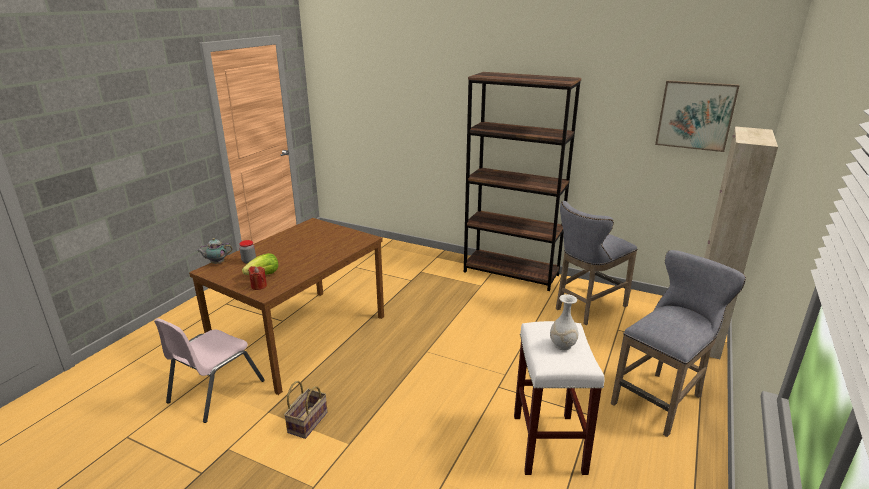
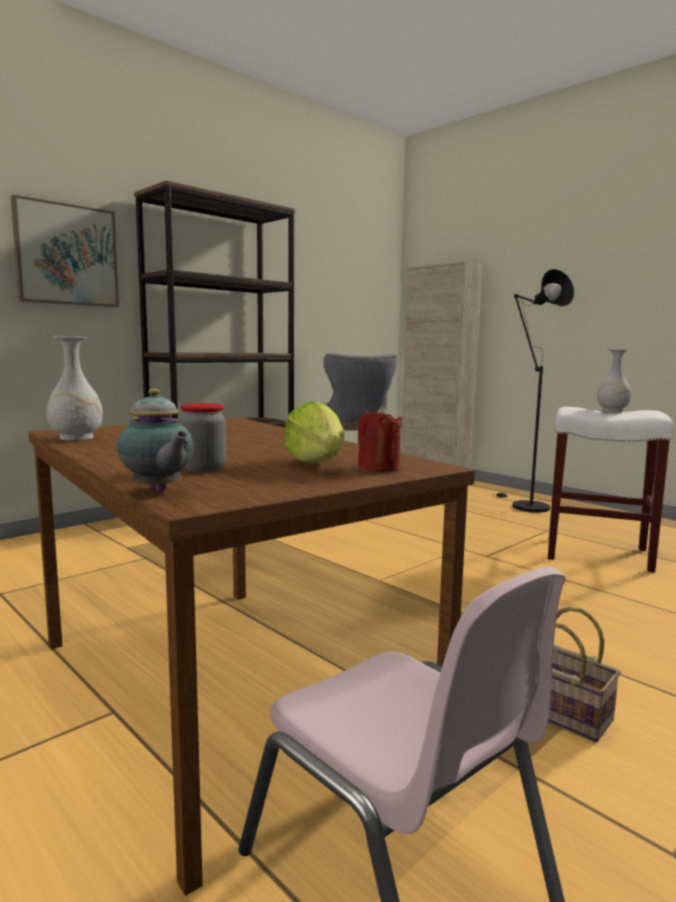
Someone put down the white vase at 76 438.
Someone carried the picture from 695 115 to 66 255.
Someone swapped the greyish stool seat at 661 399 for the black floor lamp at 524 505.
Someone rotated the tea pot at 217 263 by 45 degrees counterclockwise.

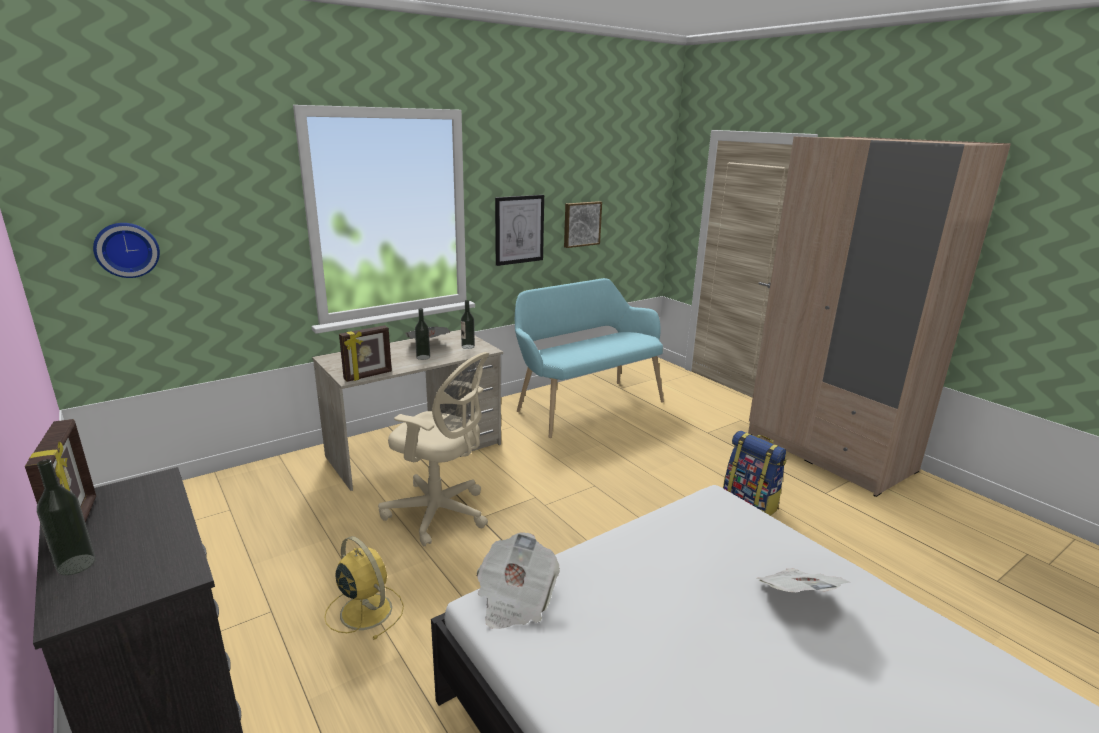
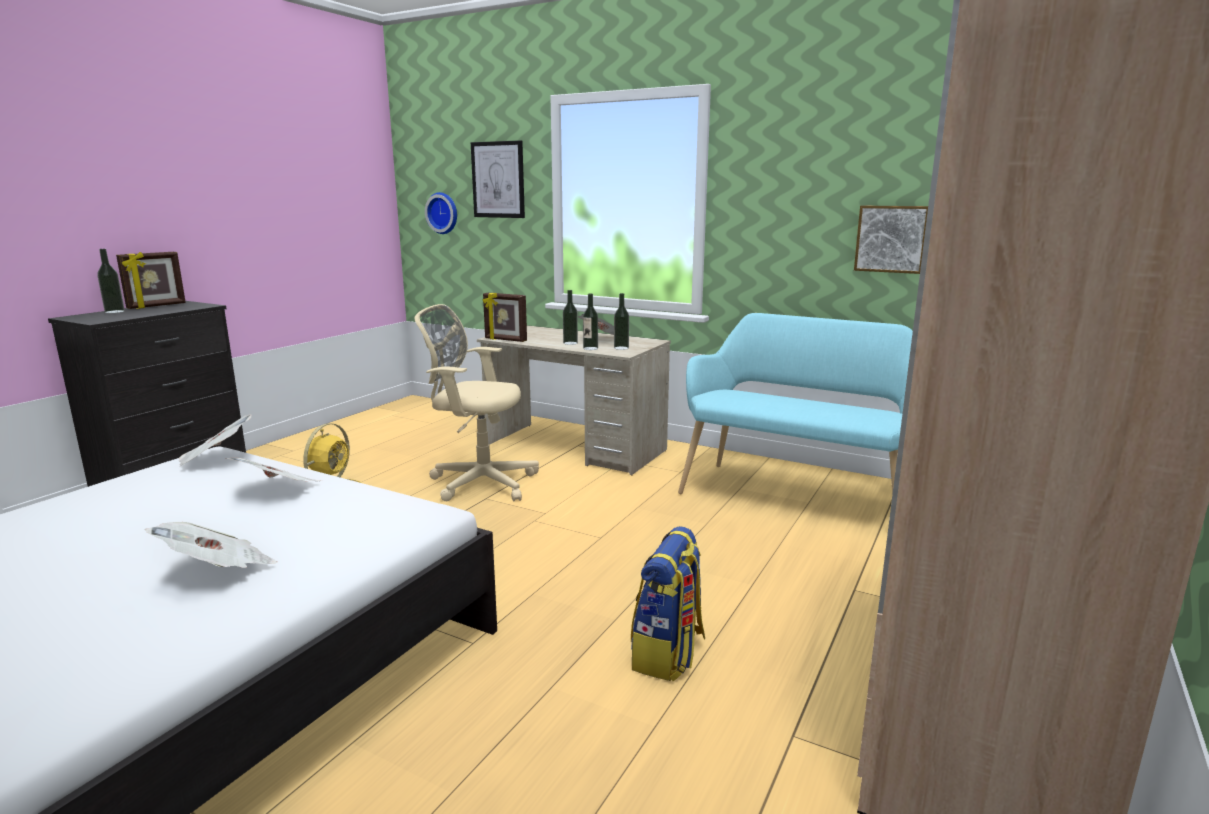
Someone put down the newspaper at 278 490.
Someone put down the bottle at 590 348.
Someone carried the picture from 519 229 to 498 180.
Someone rotated the sand-coloured computer chair at 440 514 by 105 degrees clockwise.

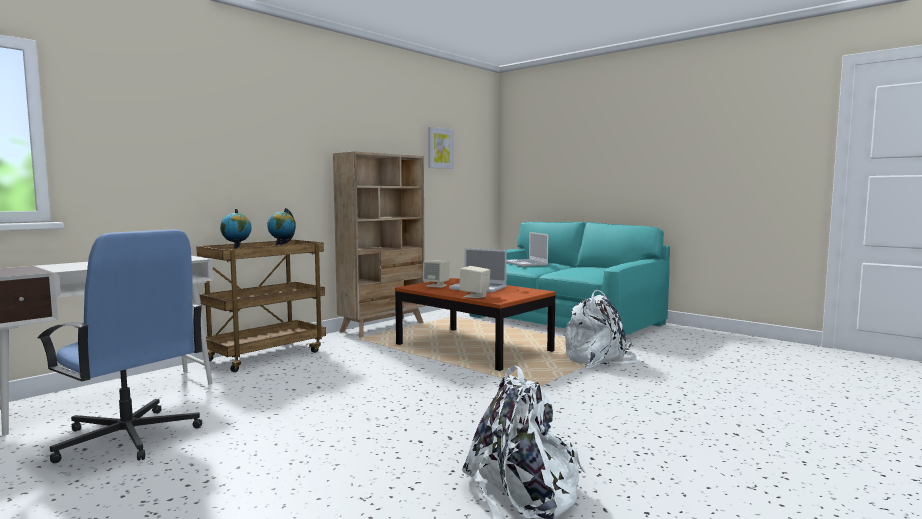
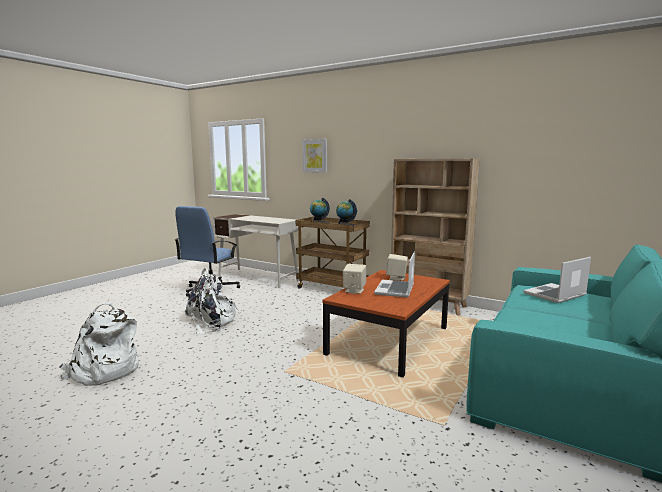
Someone carried the picture from 440 148 to 315 155.
Someone carried the white backpack from 600 359 to 211 322.

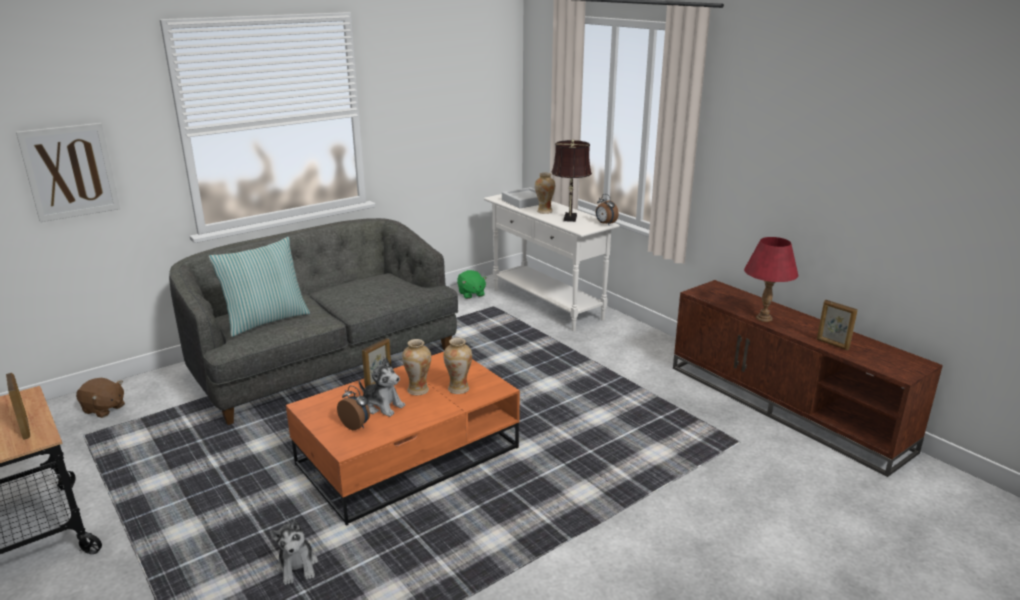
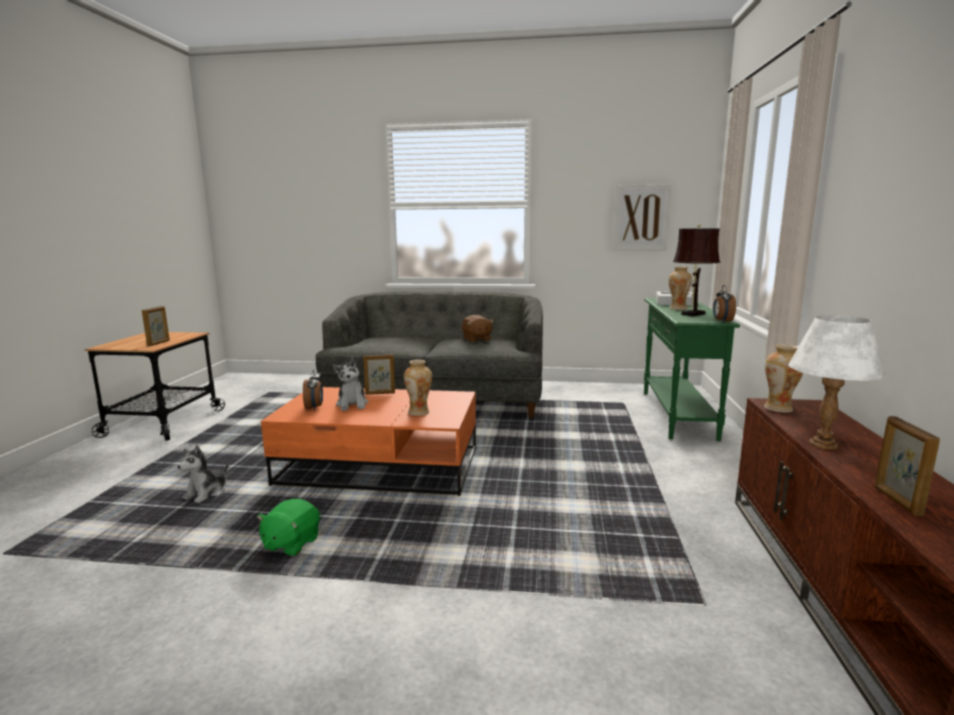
Someone took away the throw pillow at 266 320.
Someone carried the picture from 70 172 to 641 217.
Someone carried the brownish soft toy from 104 409 to 476 340.
Someone carried the vase from 418 390 to 778 408.
Someone carried the green-coloured soft toy from 471 294 to 291 544.
Someone repainted the white hall table at 547 304, which became the green-coloured hall table at 677 414.
Someone repainted the red-coloured tabletop lamp at 764 318, which became the white tabletop lamp at 824 444.

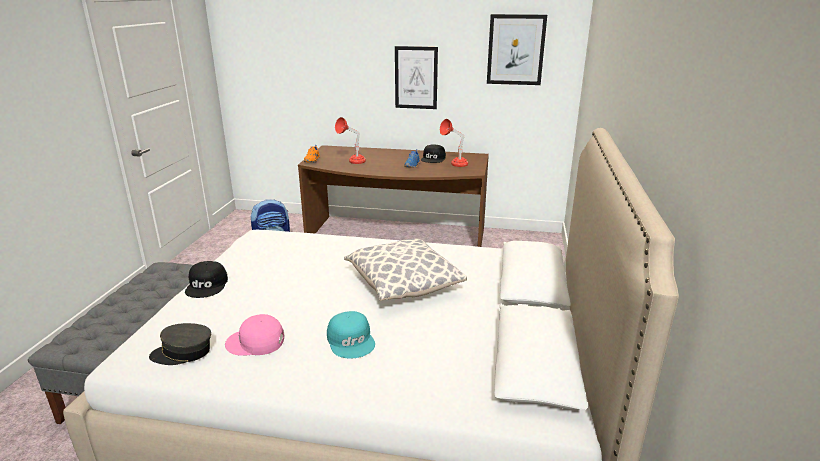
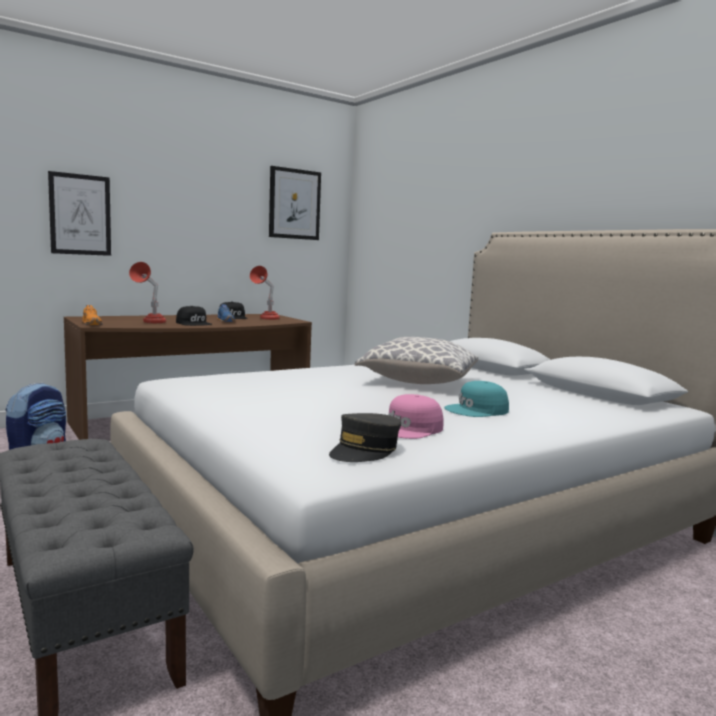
Someone carried the black peaked cap from 207 285 to 194 323.
Someone carried the picture from 416 78 to 80 214.
Someone rotated the turquoise-coloured peaked cap at 351 340 by 135 degrees clockwise.

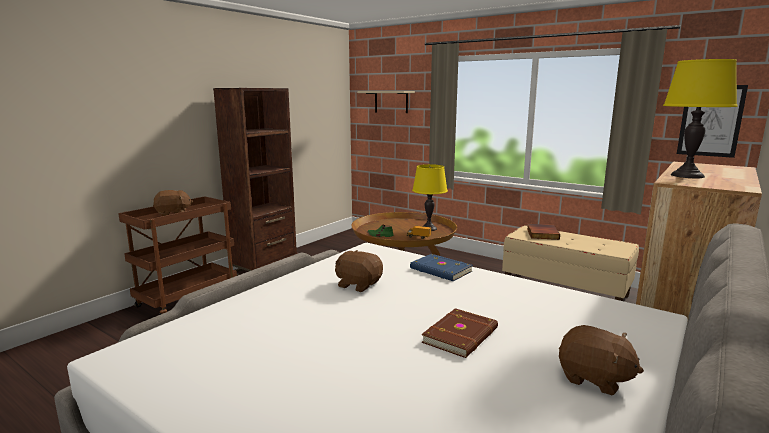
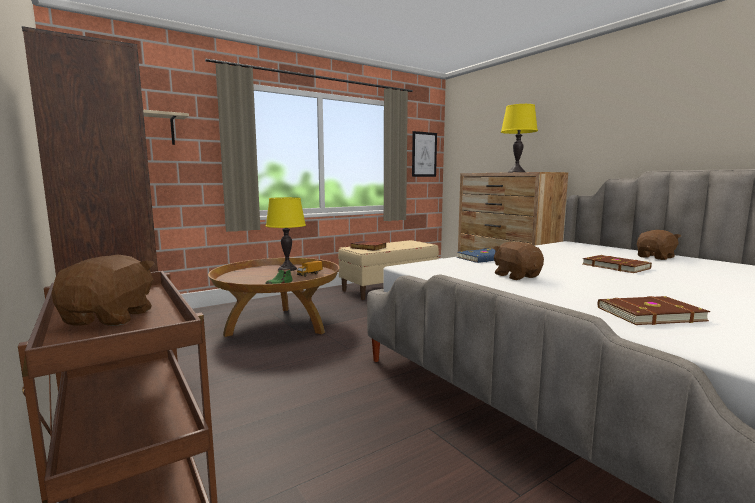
Someone put down the brownish bound book at 648 314.
Someone rotated the brownish soft toy at 358 284 by 105 degrees clockwise.

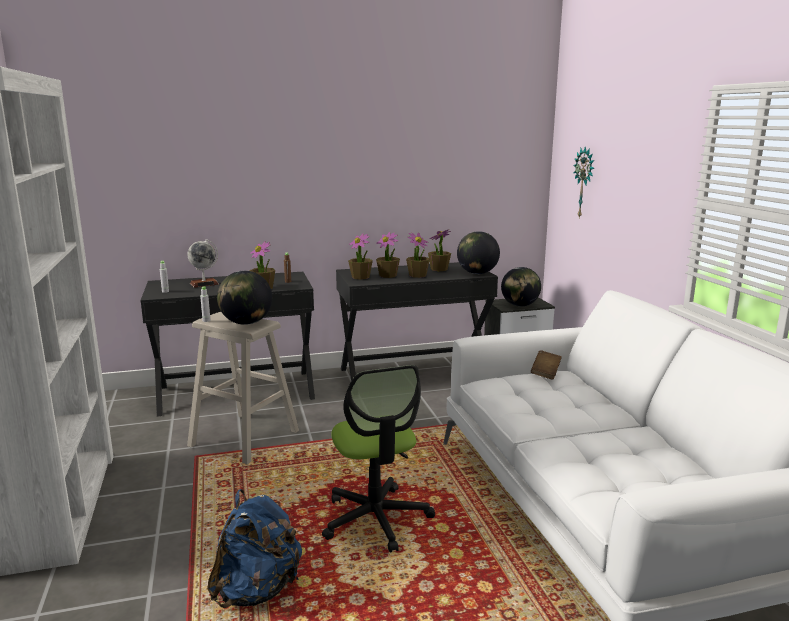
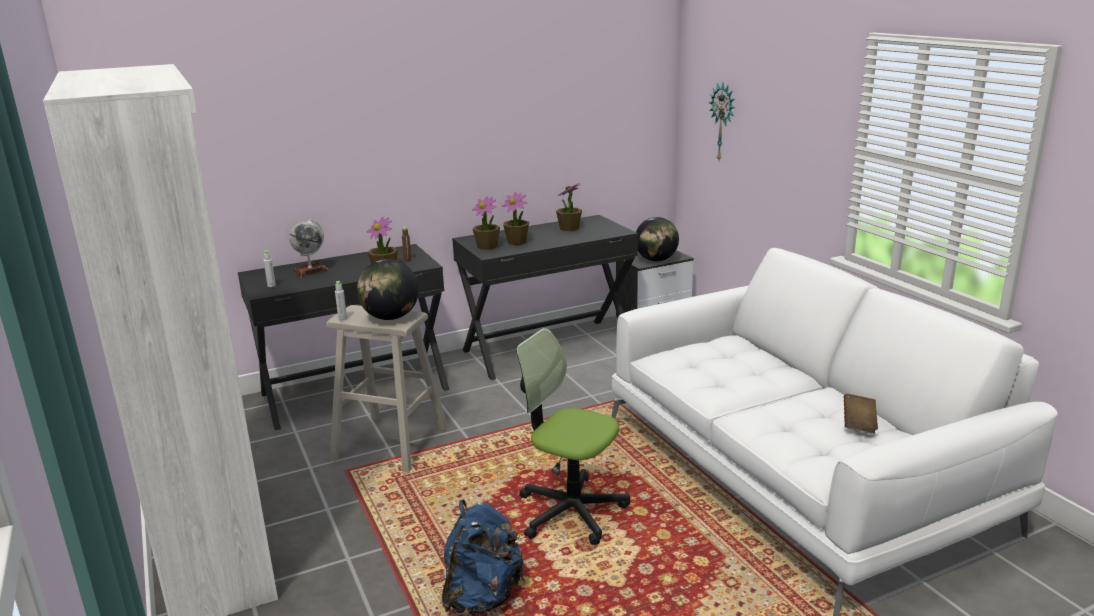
Someone took away the potted plant at 417 275.
Someone took away the desk globe at 477 273.
Someone carried the brownish bound book from 545 373 to 859 423.
Someone rotated the computer chair at 376 519 by 150 degrees clockwise.

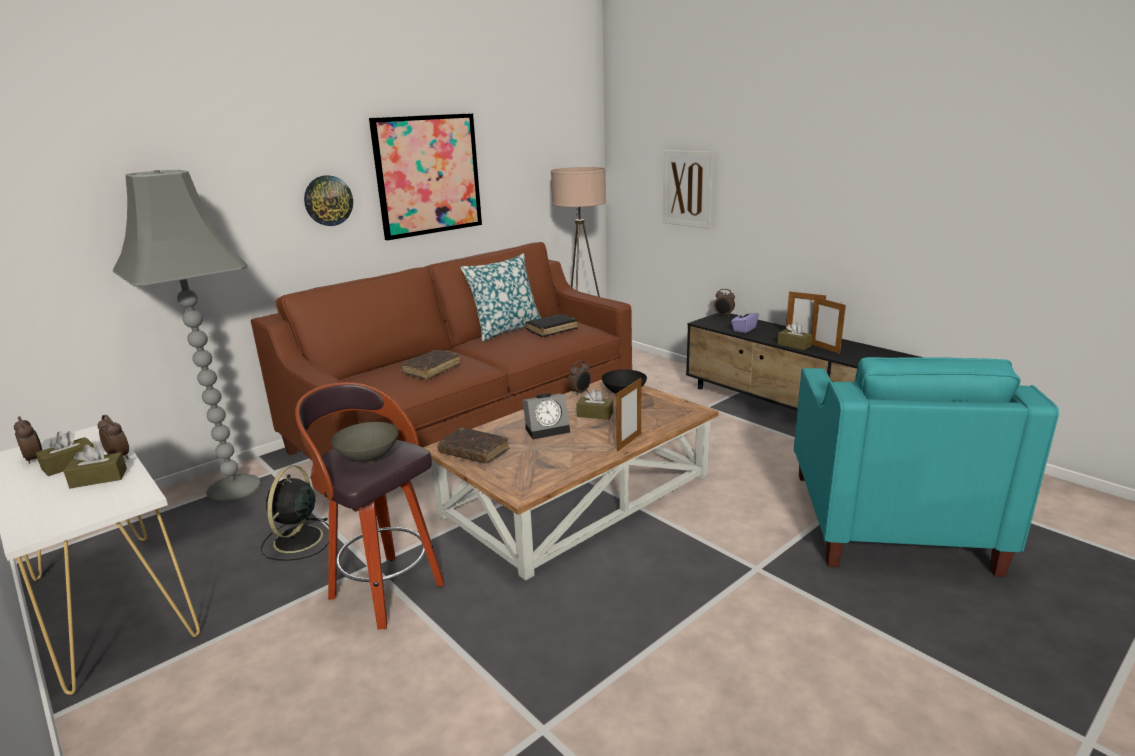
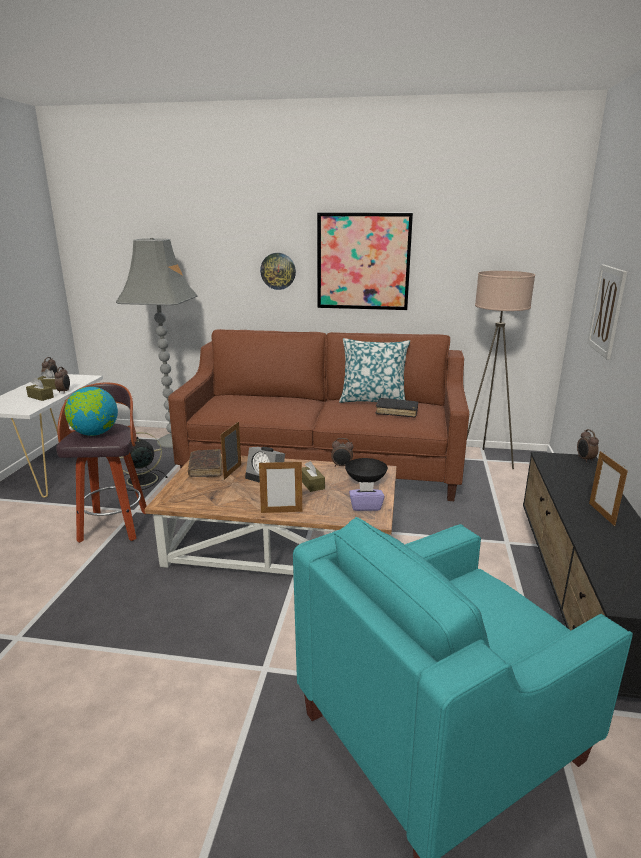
Someone took away the brownish bound book at 431 369.
Someone took away the brownish box of tissues at 794 345.
Someone carried the purple box of tissues from 744 329 to 365 506.
Someone carried the picture frame from 824 348 to 232 472.
Someone swapped the greyish deep dish at 368 458 for the desk globe at 94 433.

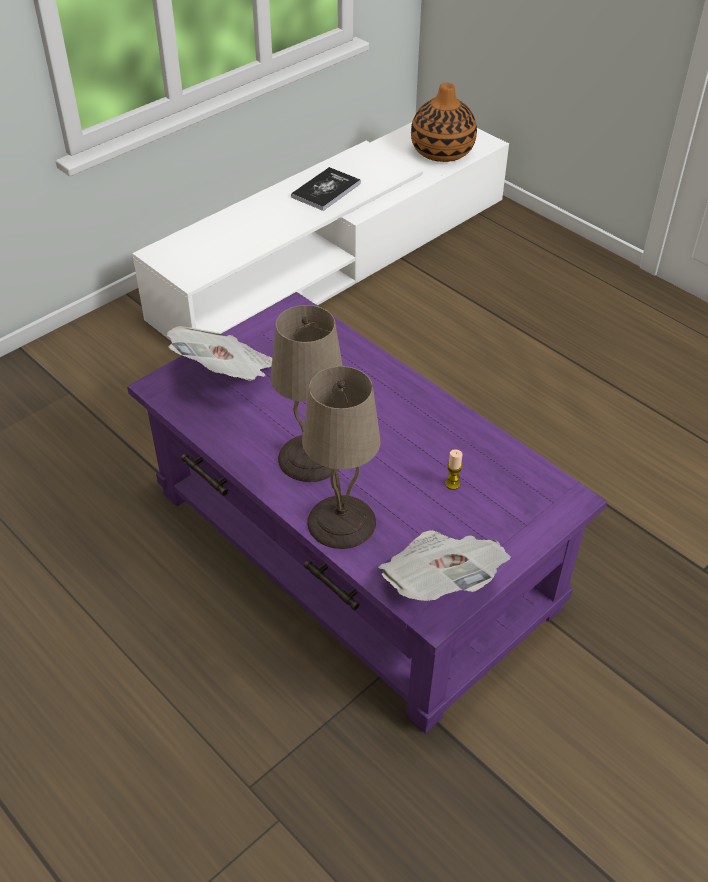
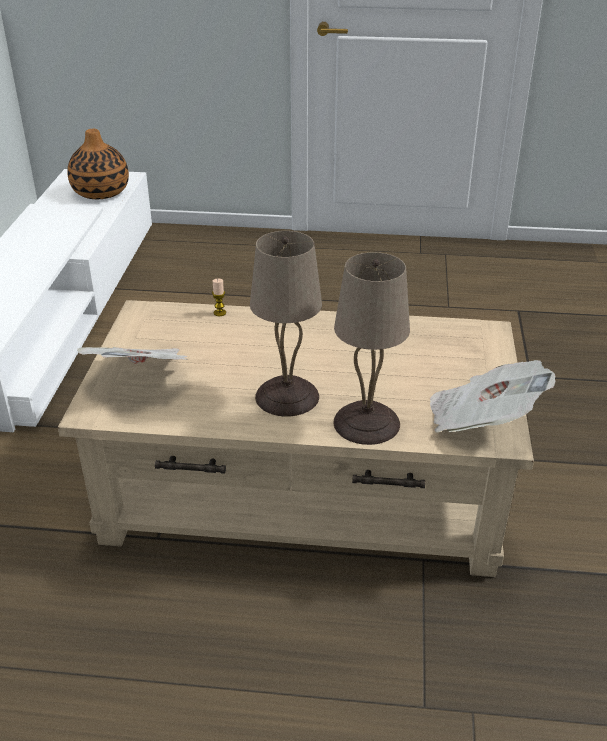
Someone took away the bound book at 326 190.
Someone carried the candle from 452 484 to 219 313.
Someone repainted the purple coffee table at 355 549, which became the sand-coloured coffee table at 305 491.

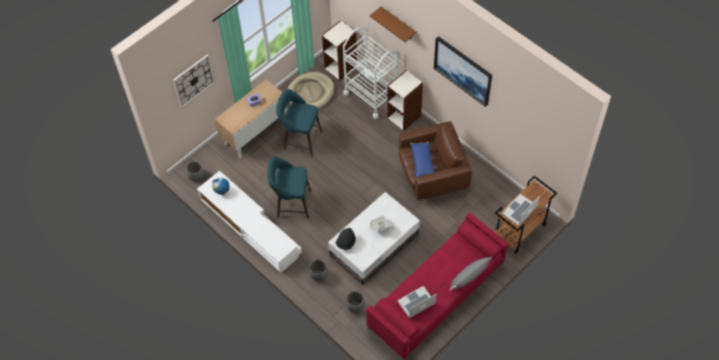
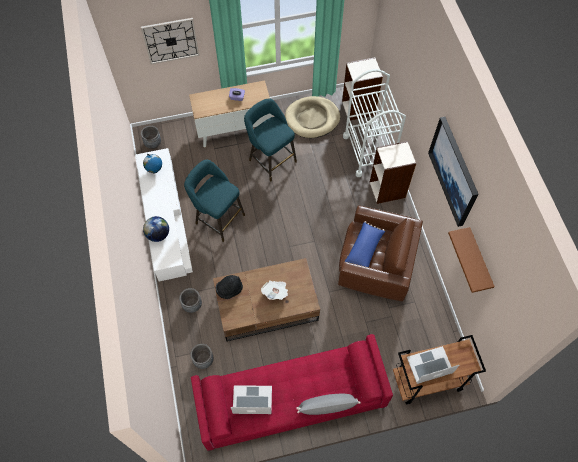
Someone put down the desk globe at 158 234.
Someone carried the brownish wall shelf from 398 24 to 479 261.
Someone repainted the white coffee table at 374 245, which became the brownish coffee table at 266 306.

